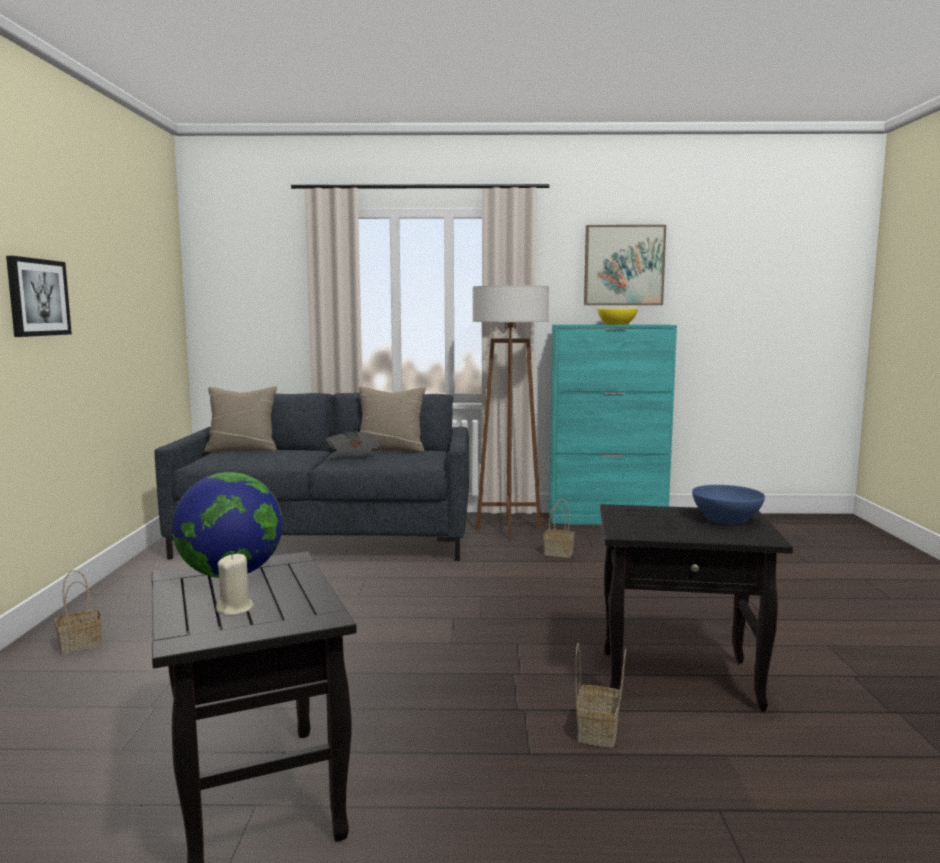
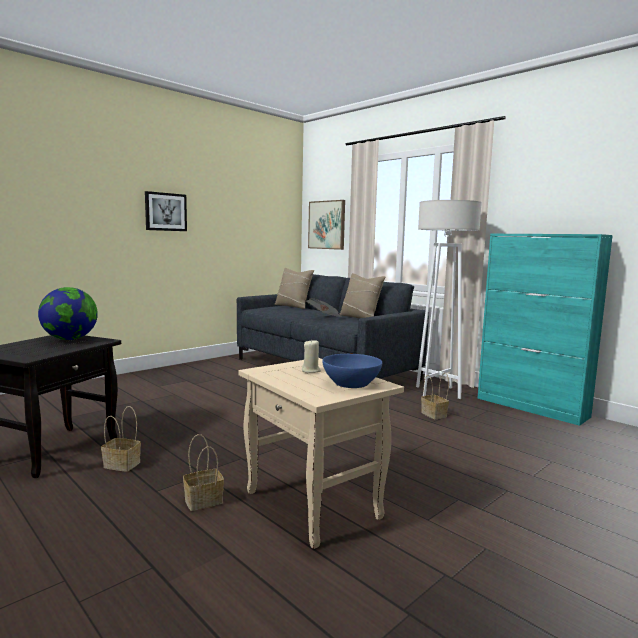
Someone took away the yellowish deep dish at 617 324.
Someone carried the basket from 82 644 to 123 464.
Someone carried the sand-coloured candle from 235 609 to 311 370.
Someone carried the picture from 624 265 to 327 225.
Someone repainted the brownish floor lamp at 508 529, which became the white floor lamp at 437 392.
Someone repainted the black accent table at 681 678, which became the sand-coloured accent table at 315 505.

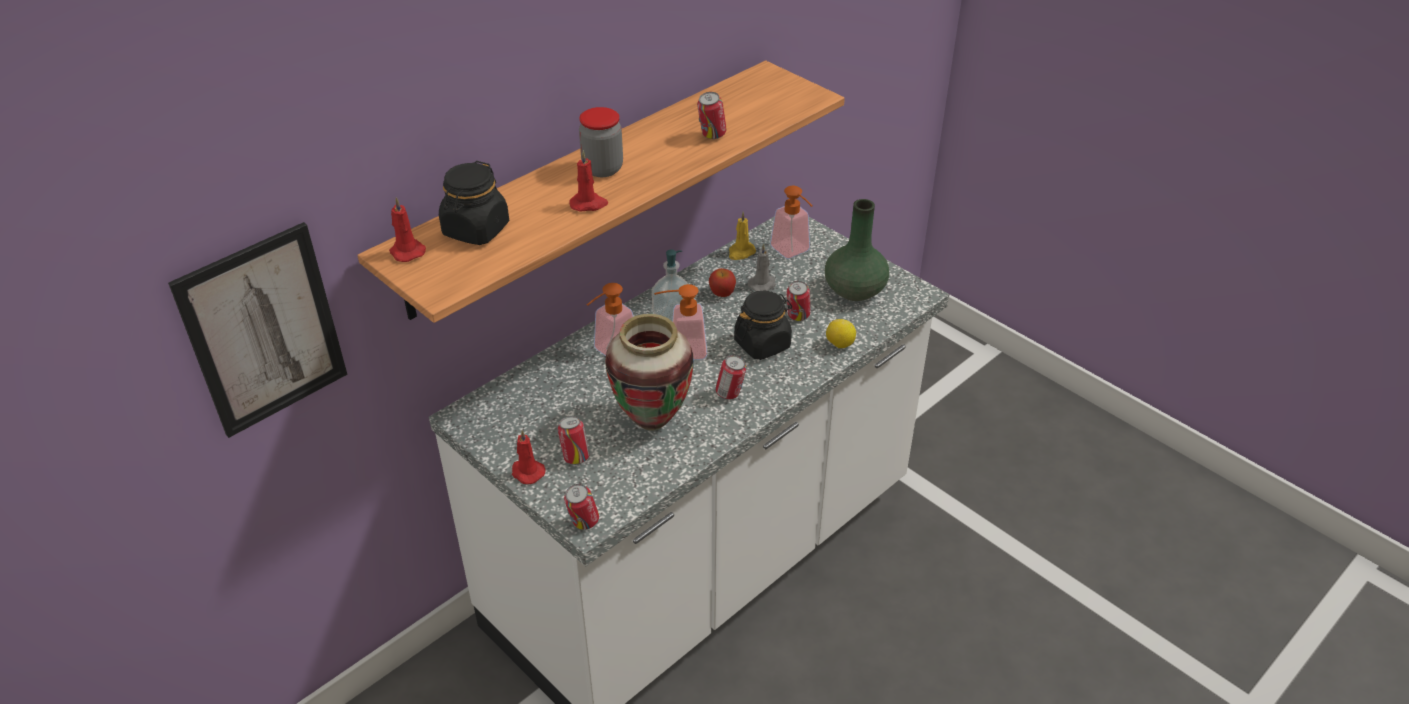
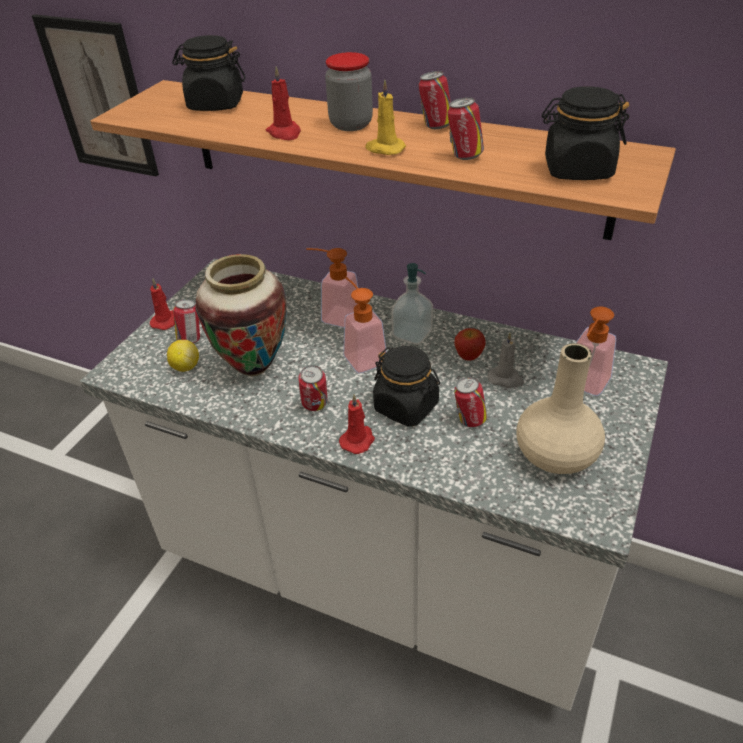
Someone put down the black preserve jar at 577 170.
Someone carried the red-coloured candle from 406 251 to 358 440.
Someone carried the can from 583 523 to 435 126.
Someone carried the yellowish candle from 741 252 to 384 149.
Someone carried the lemon from 839 344 to 185 367.
Someone repainted the green-coloured vase at 854 291, which became the sand-coloured vase at 554 456.

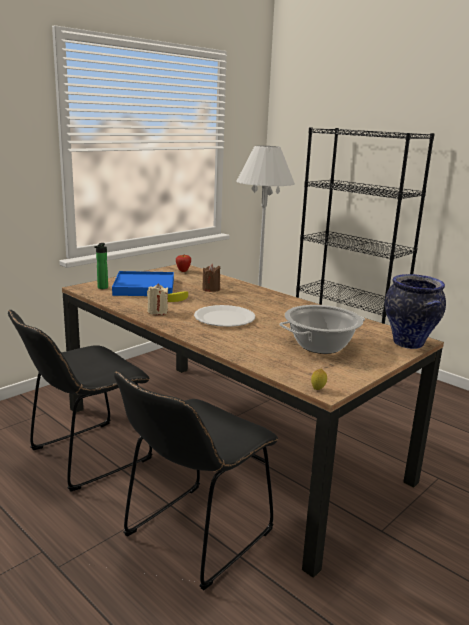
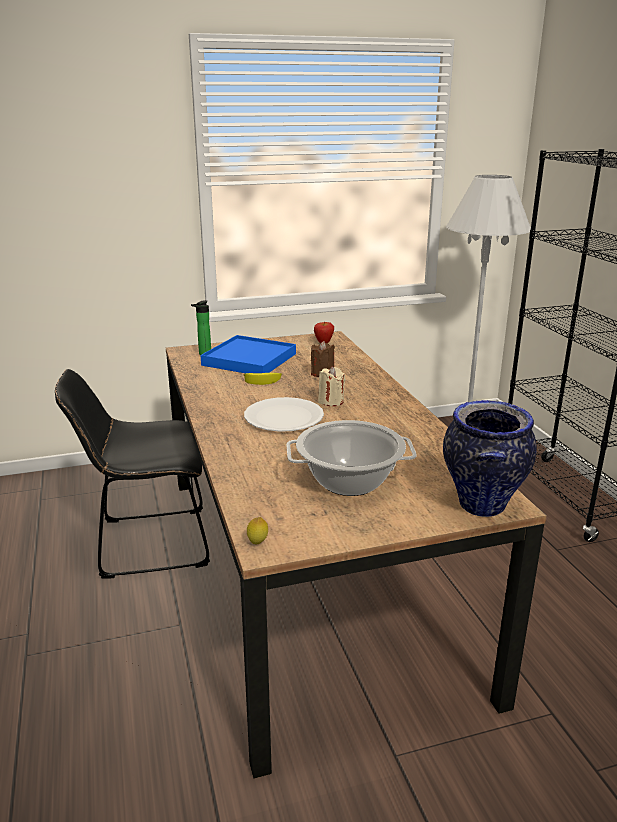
Someone took away the black upright chair at 193 537.
Someone carried the sand-coloured candle from 157 312 to 331 401.

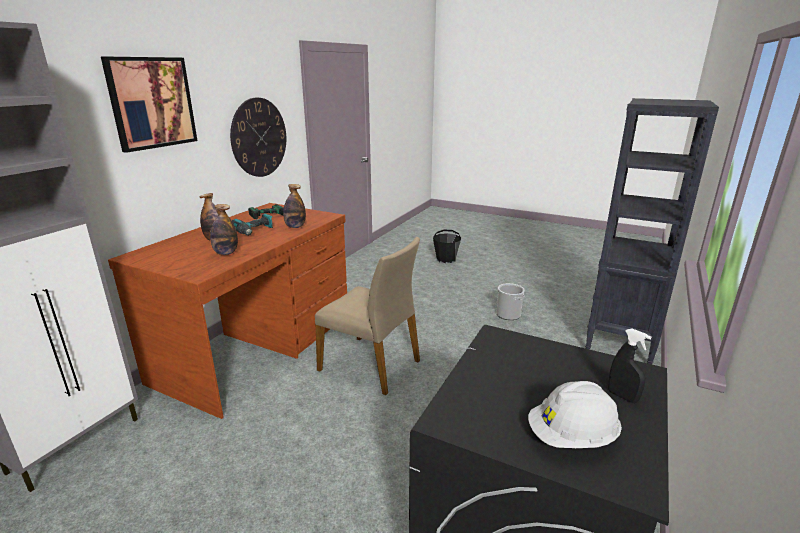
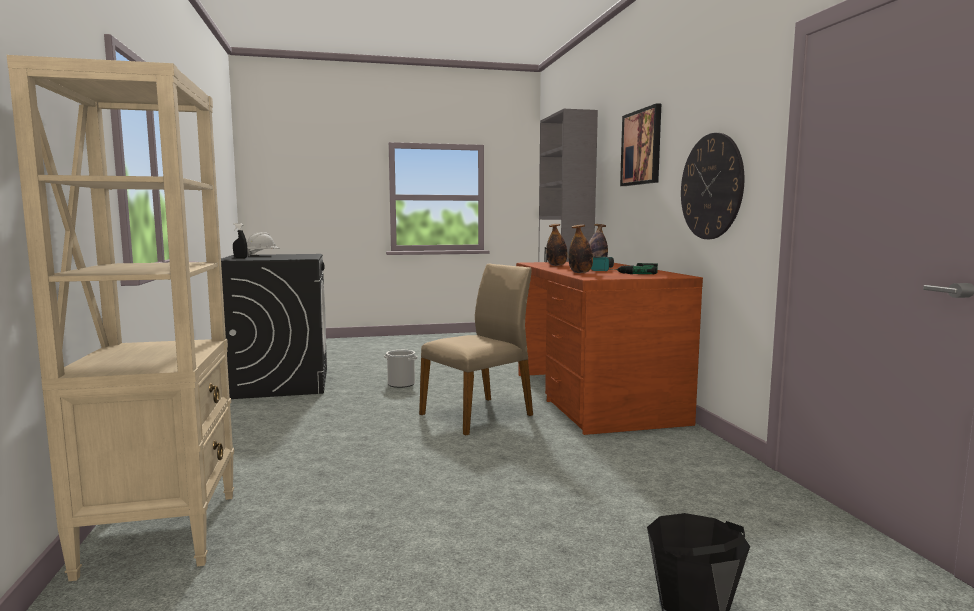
Someone carried the bucket from 508 314 to 401 384.
Someone repainted the black shelving unit at 620 340, which became the sand-coloured shelving unit at 162 532.
Someone rotated the sand-coloured upright chair at 371 365 by 150 degrees clockwise.

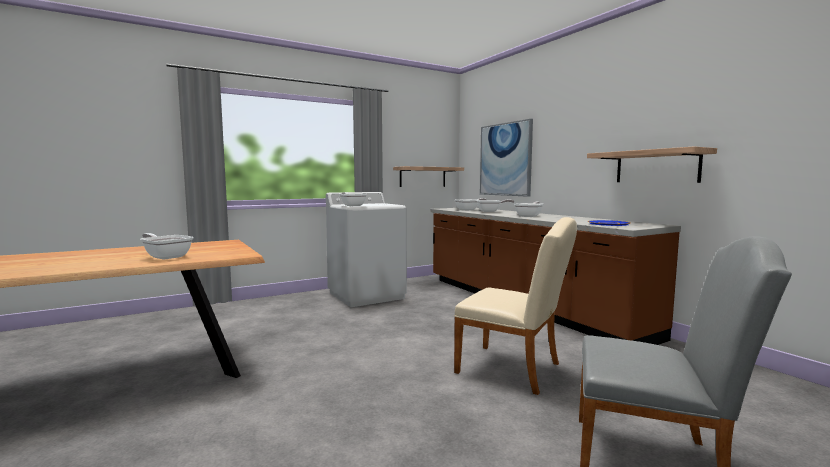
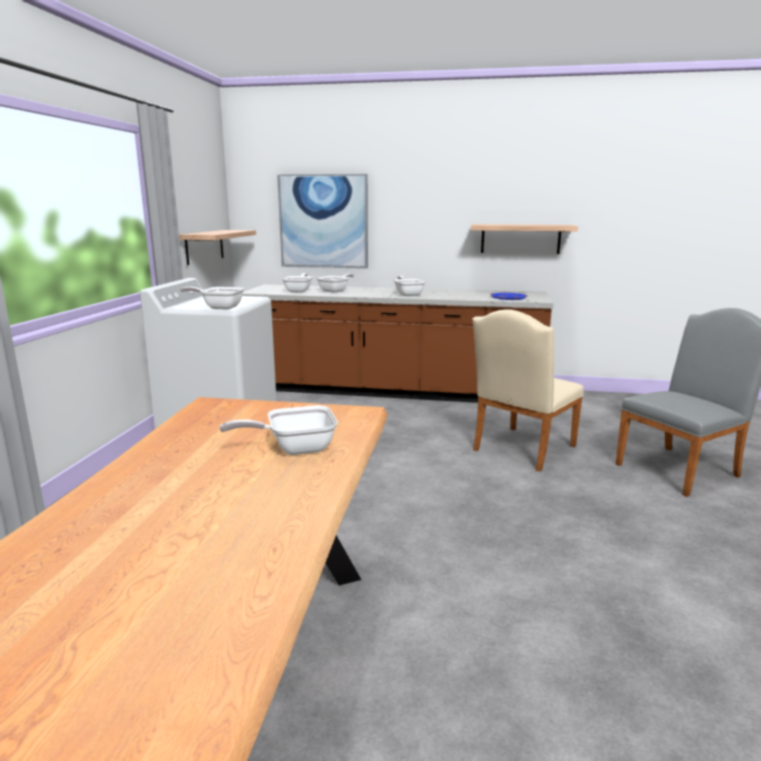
Someone rotated the sand-coloured upright chair at 515 370 by 150 degrees clockwise.

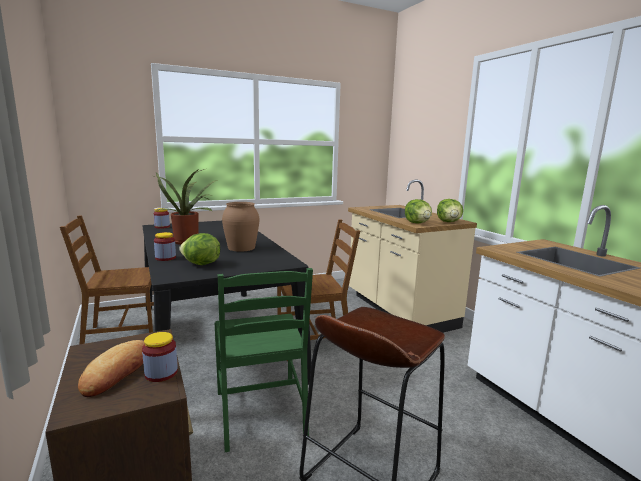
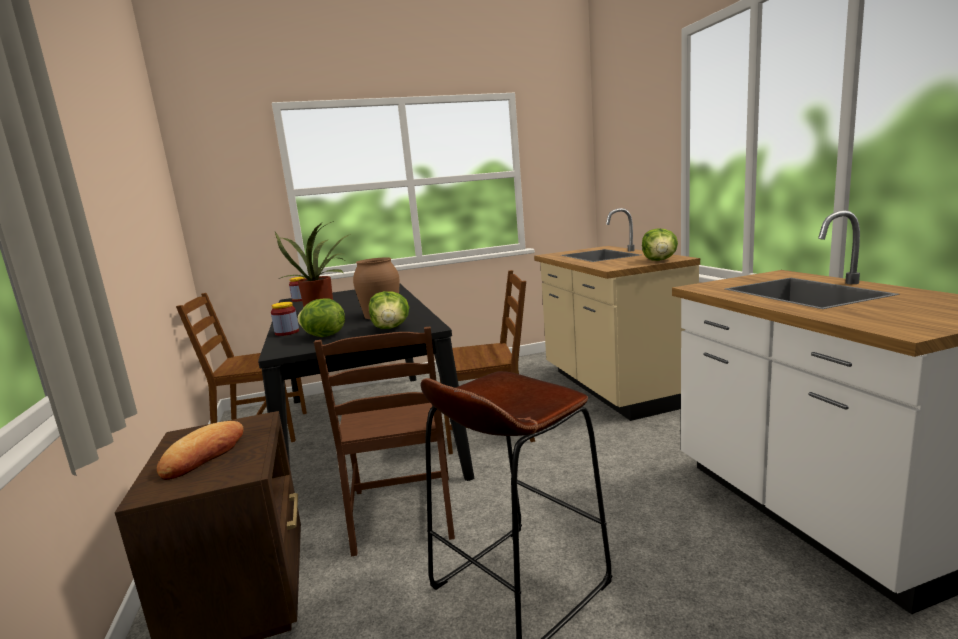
Someone took away the preserve jar at 161 373.
Someone carried the lettuce from 417 223 to 391 328.
Someone repainted the green-coloured upright chair at 261 413, which became the brownish upright chair at 404 513.

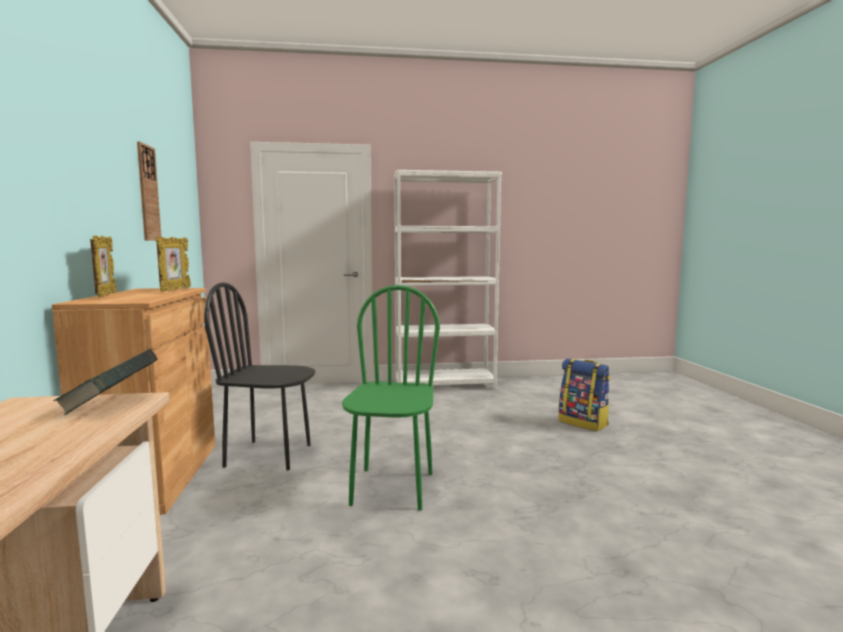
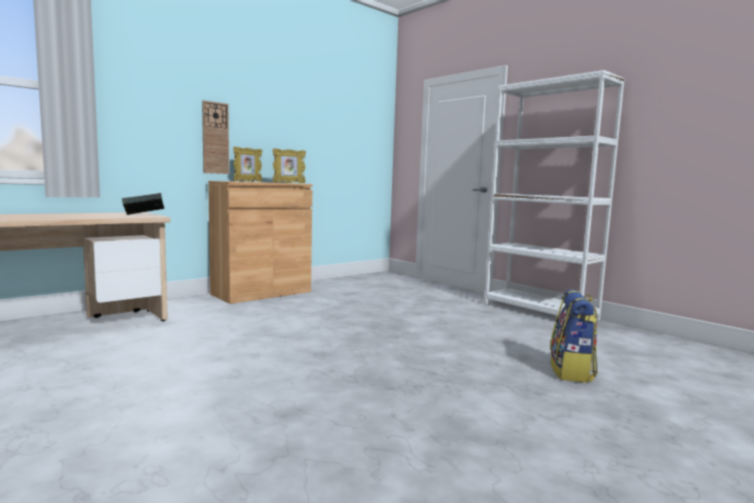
Someone took away the black upright chair at 269 455.
Someone took away the green-coloured upright chair at 392 488.
Someone carried the clock on the wall from 148 193 to 215 138.

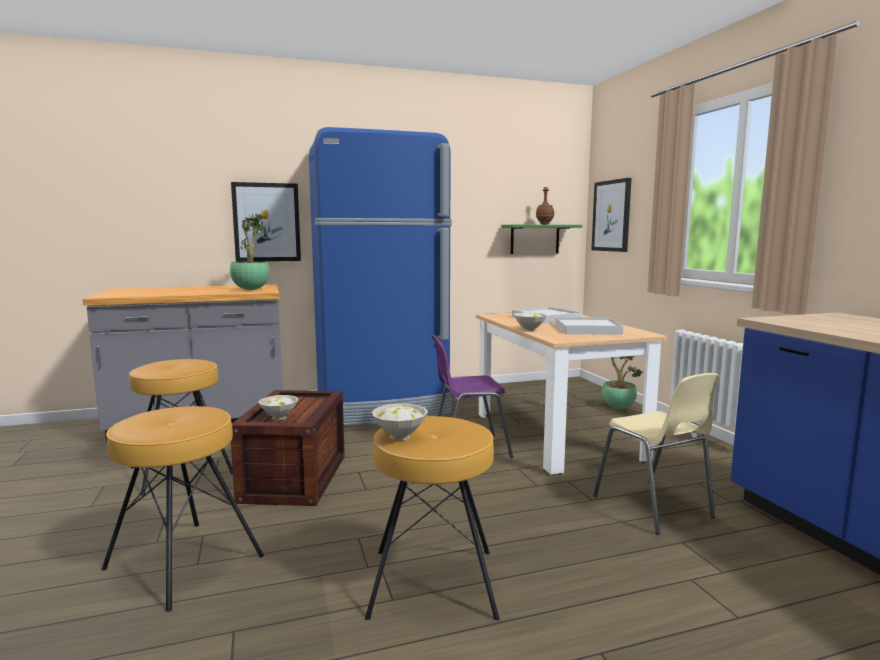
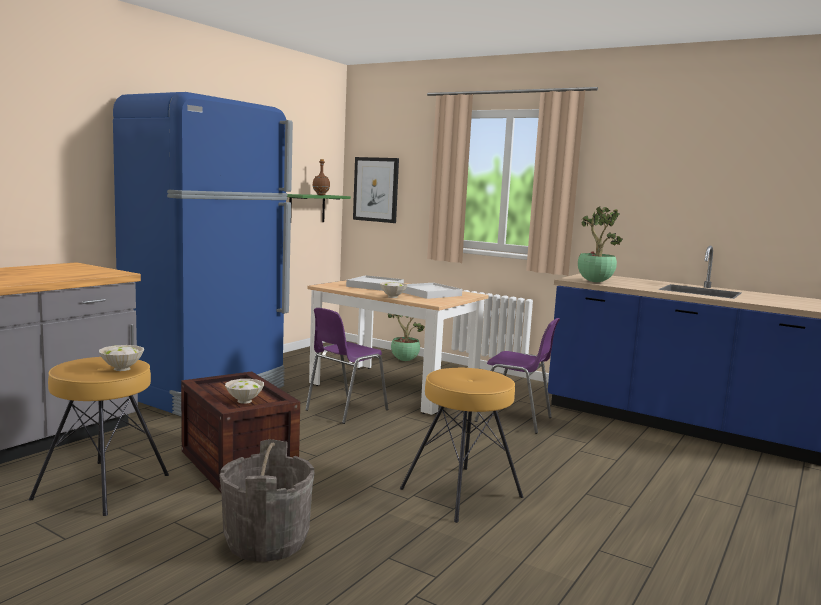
Someone took away the picture at 266 222.
Someone carried the potted plant from 251 289 to 594 282.
Someone carried the white deep dish from 401 436 to 123 368.
Someone swapped the brownish stool seat at 183 563 for the greyish bucket at 267 541.
Someone repainted the sand-coloured upright chair at 654 508, which became the purple upright chair at 515 420.

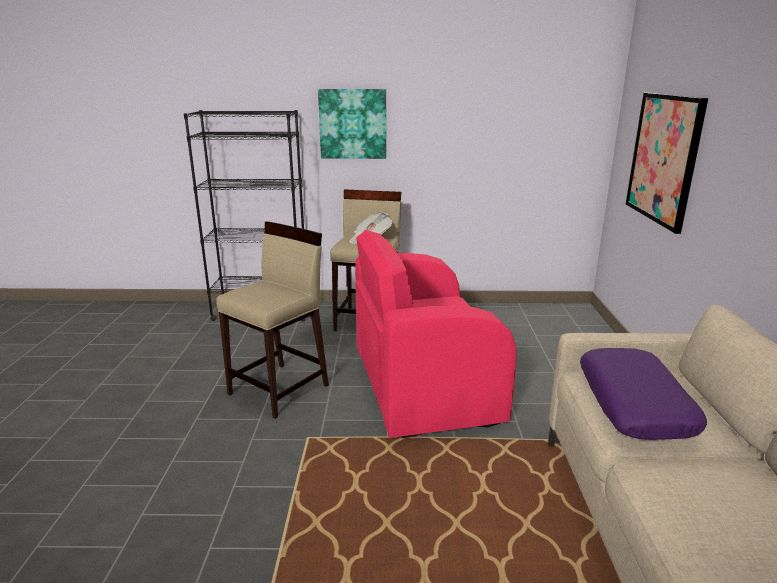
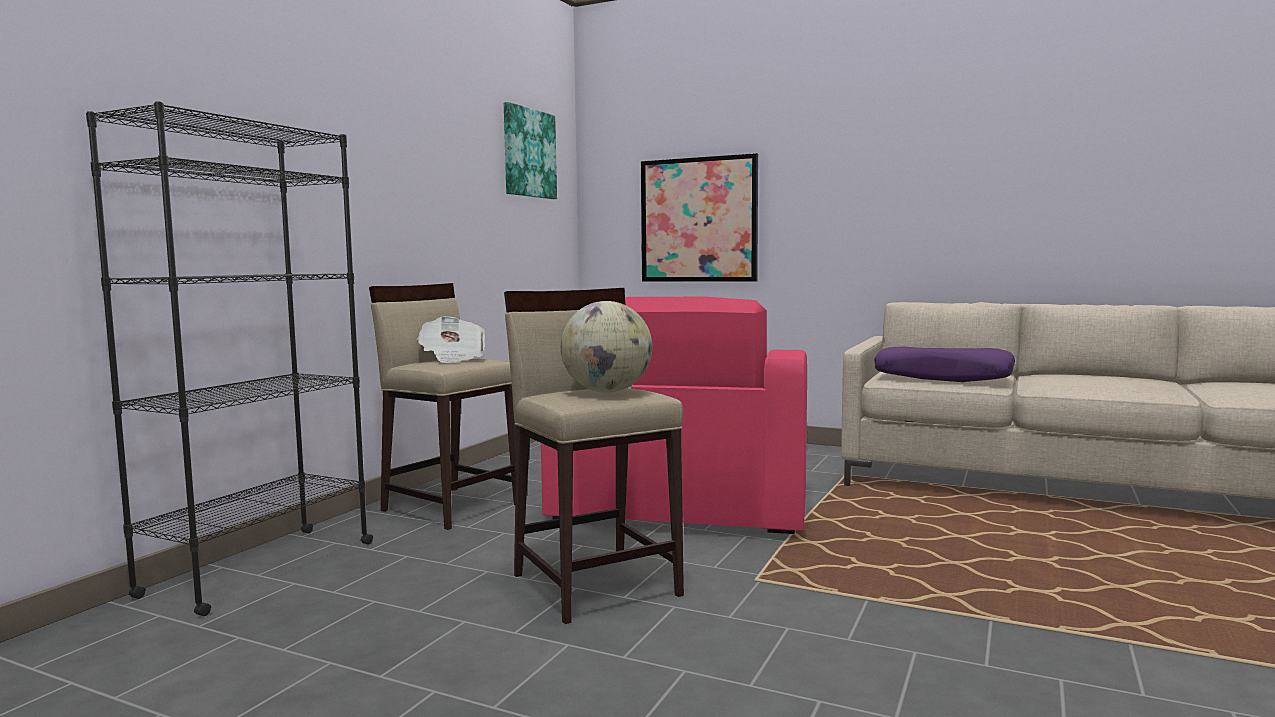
Someone put down the desk globe at 607 392.
Someone carried the picture from 353 124 to 528 153.

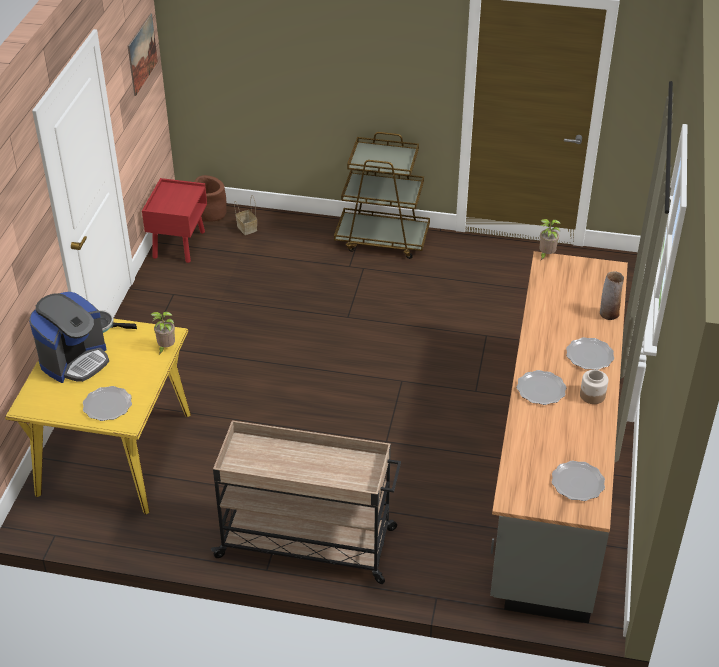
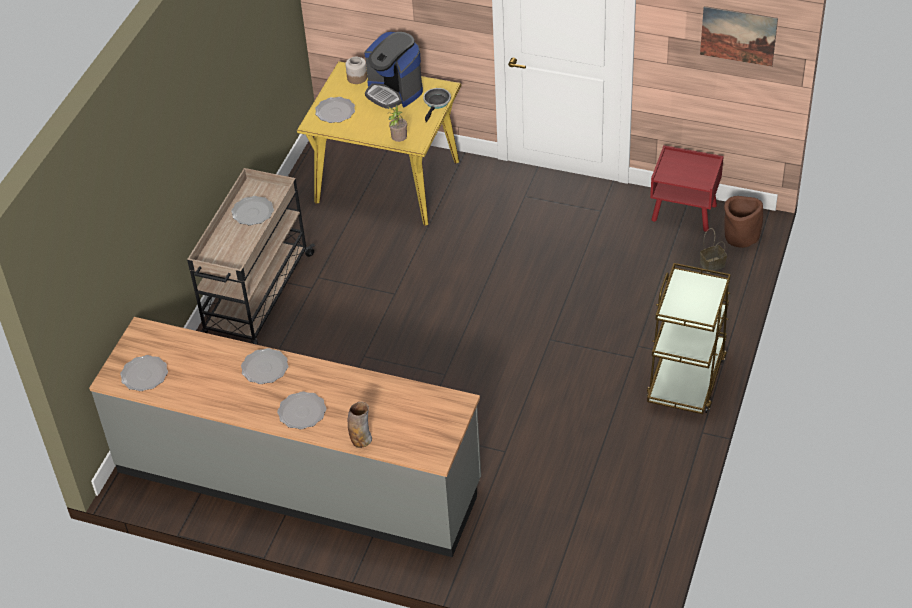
Someone took away the potted plant at 546 255.
Someone put down the flat dish at 253 212.
Someone carried the preserve jar from 592 395 to 357 77.

